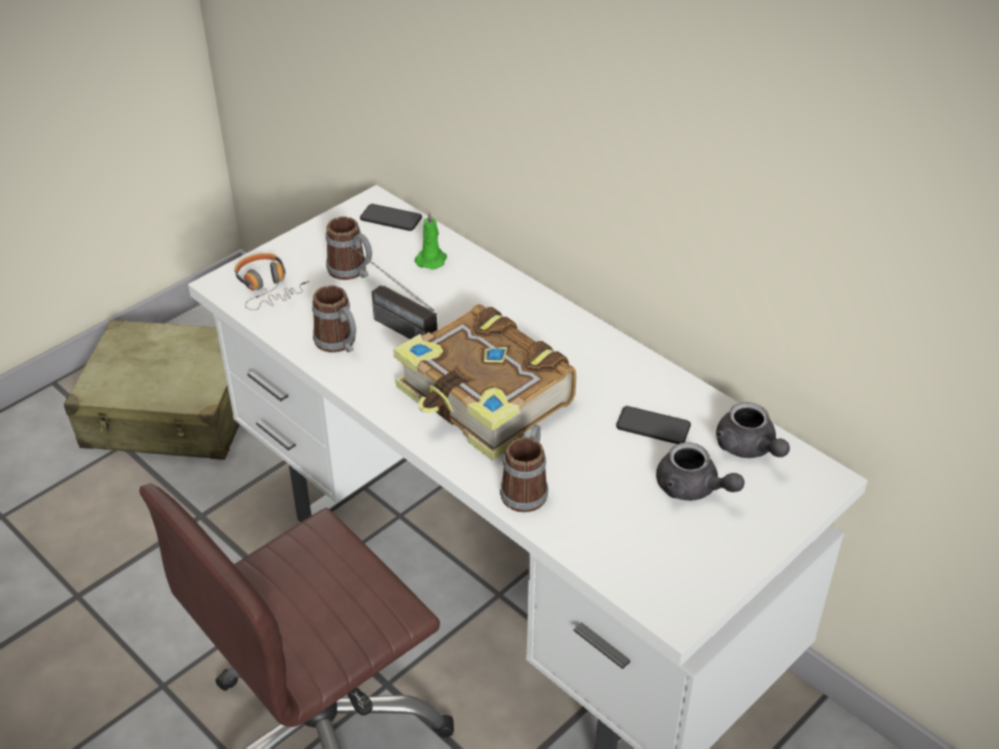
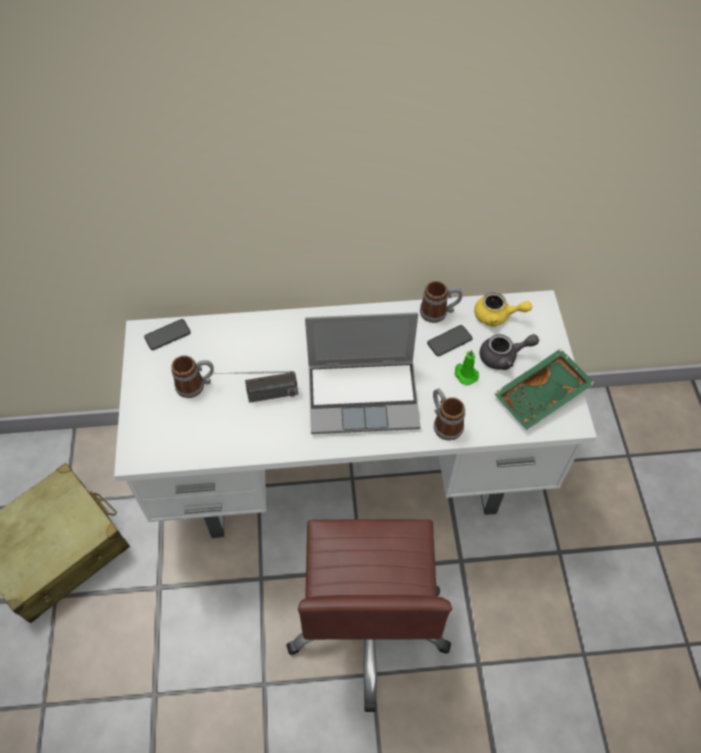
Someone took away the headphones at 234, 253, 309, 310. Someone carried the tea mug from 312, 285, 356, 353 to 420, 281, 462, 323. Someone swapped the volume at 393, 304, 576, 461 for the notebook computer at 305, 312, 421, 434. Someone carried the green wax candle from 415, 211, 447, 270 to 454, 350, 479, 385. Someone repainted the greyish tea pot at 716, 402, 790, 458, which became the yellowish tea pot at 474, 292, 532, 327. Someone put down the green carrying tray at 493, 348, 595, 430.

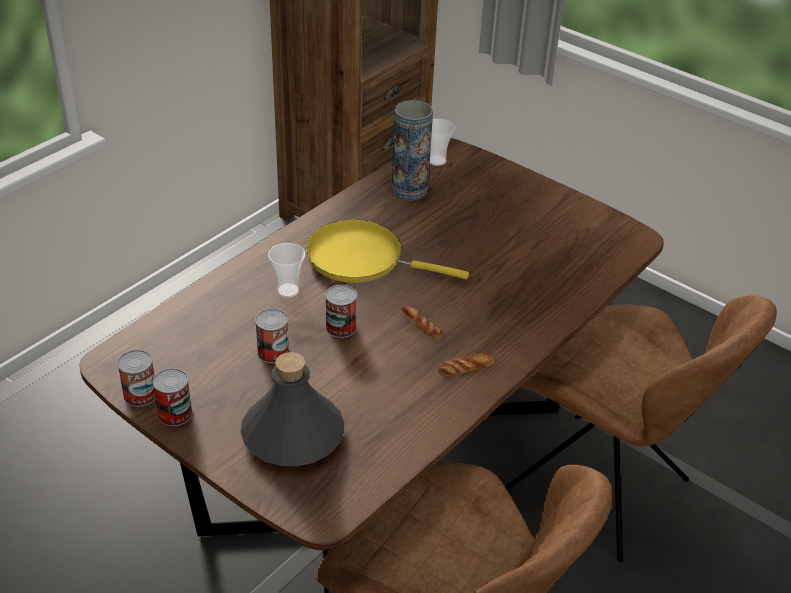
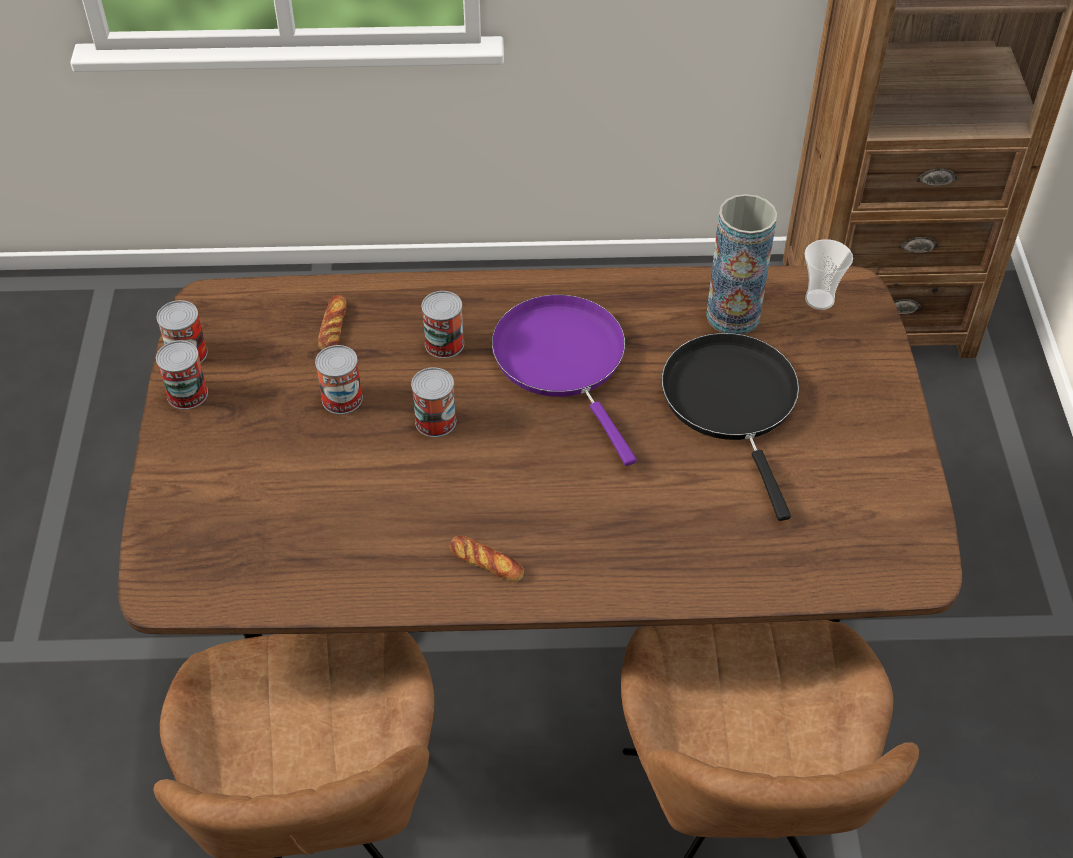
Someone took away the greyish beverage bottle at 241, 352, 344, 466. Someone swapped the cup at 268, 243, 305, 298 for the sealed can at 422, 291, 464, 358. Someone repainted the yellowish frying pan at 306, 219, 469, 283, which became the purplish frying pan at 492, 294, 637, 466. Someone carried the bread from 399, 306, 443, 339 to 318, 295, 346, 350. Someone put down the blackish frying pan at 662, 333, 799, 521.

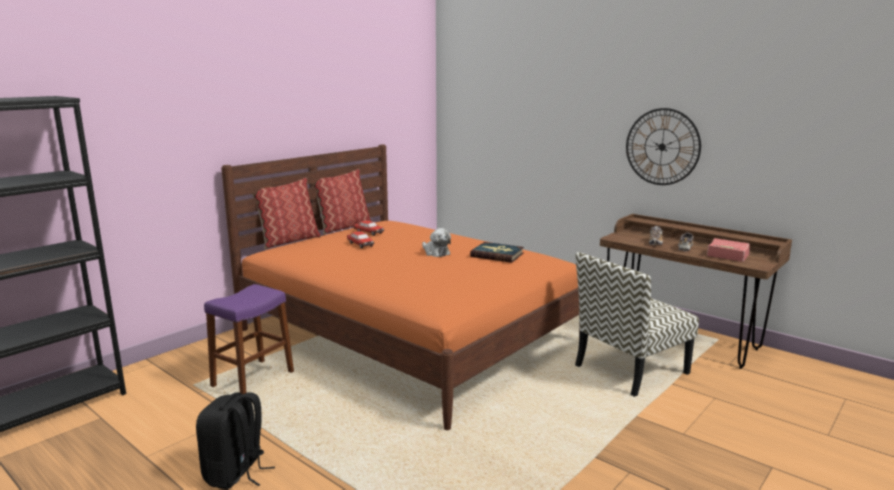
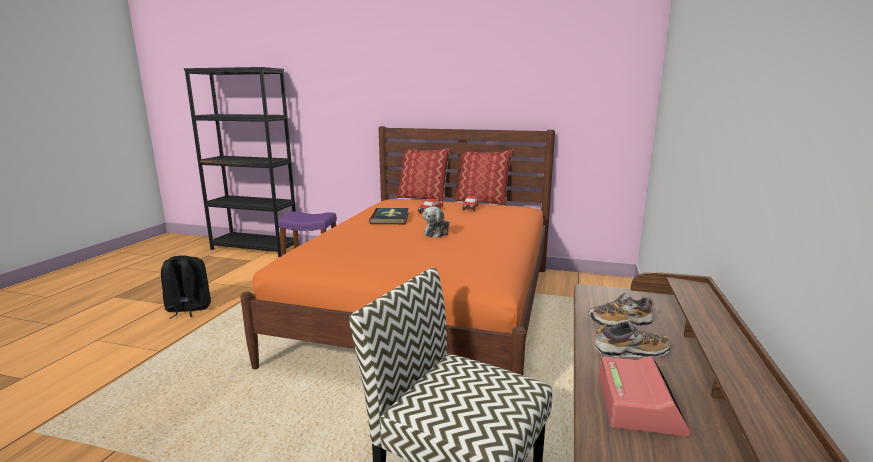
Someone carried the volume from 470, 242, 524, 263 to 369, 208, 409, 224. Someone took away the hanging clock at 626, 108, 701, 185.

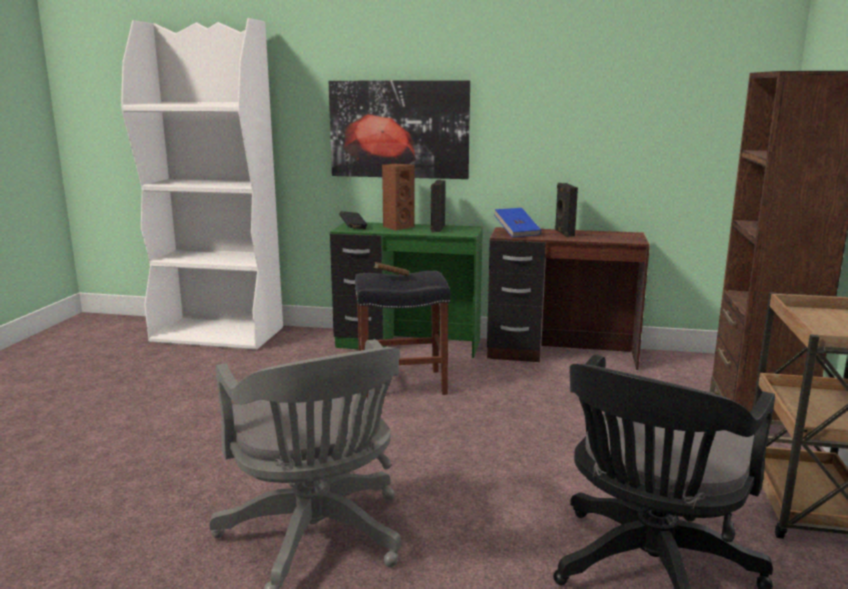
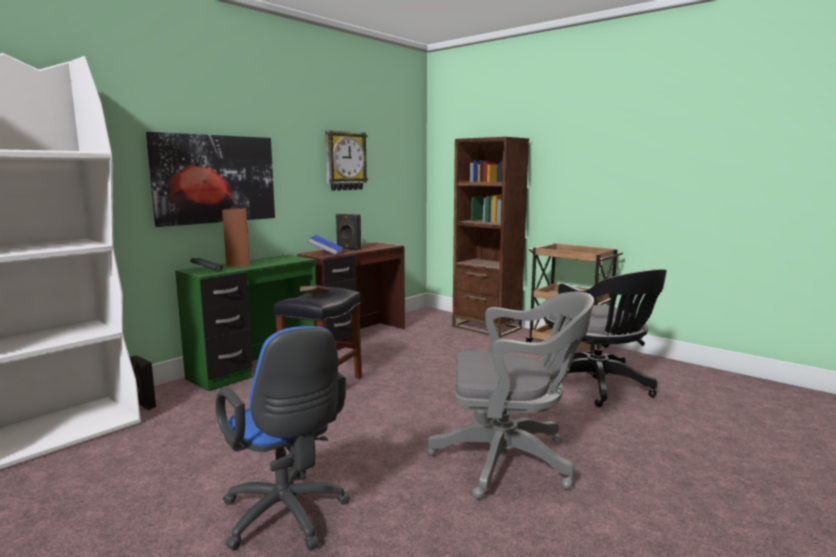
Someone carried the blackish loudspeaker from 431, 180, 445, 232 to 130, 355, 156, 410. Someone put down the blue-coloured office chair at 216, 326, 350, 551. Someone put up the hanging clock at 325, 130, 368, 191.

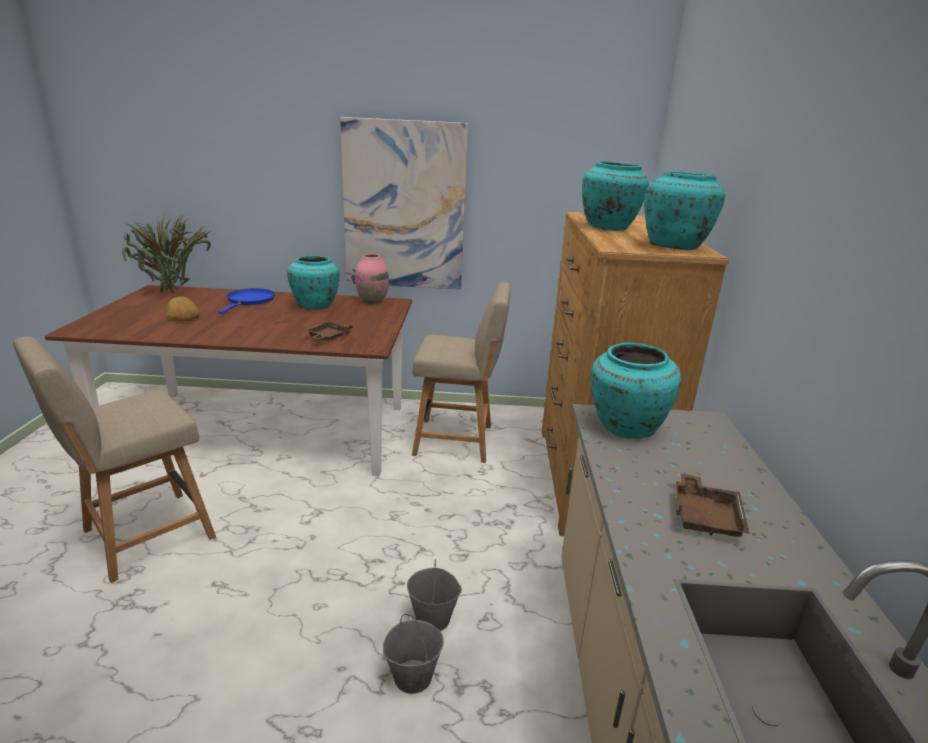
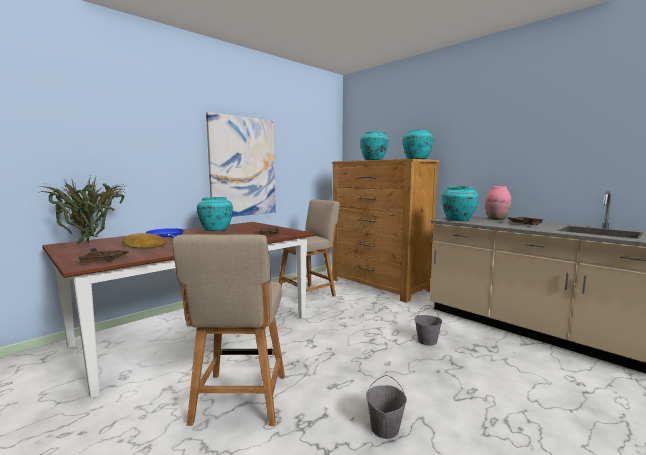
Someone carried the pinkish vase from 355, 254, 389, 304 to 485, 186, 511, 220. Someone carried the greyish pail from 383, 614, 444, 694 to 366, 375, 407, 439. Someone put down the brown-coloured carrying tray at 76, 248, 132, 263.

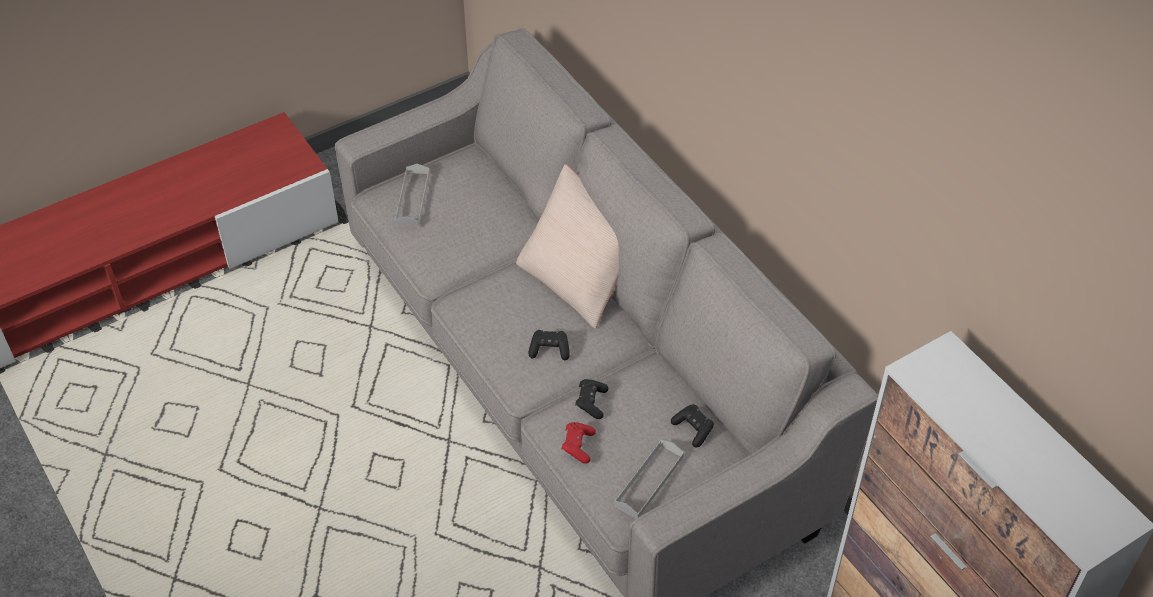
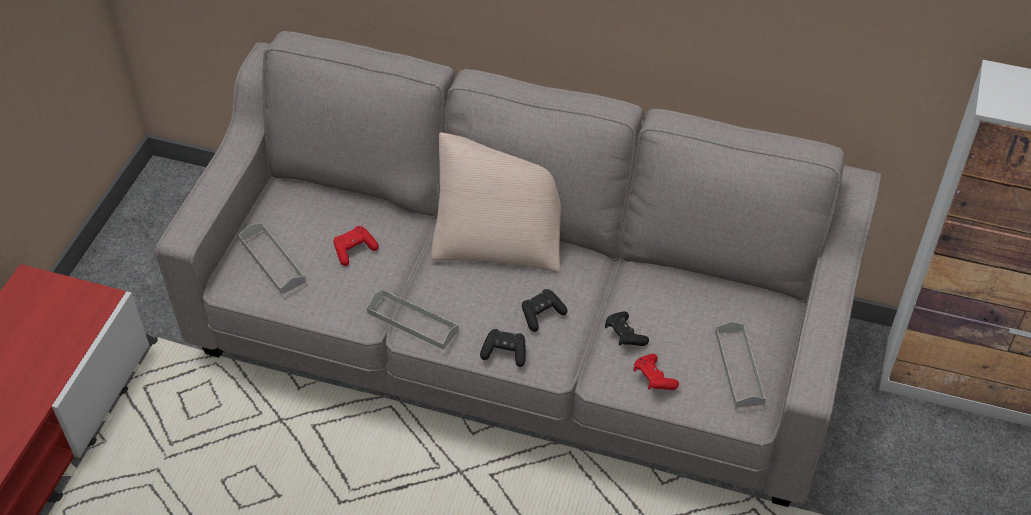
Someone carried the blackish gamepad from 671, 405, 714, 447 to 480, 329, 526, 367. Someone put down the red gamepad at 334, 226, 379, 266. Someone put down the greyish carrying tray at 367, 289, 459, 350.

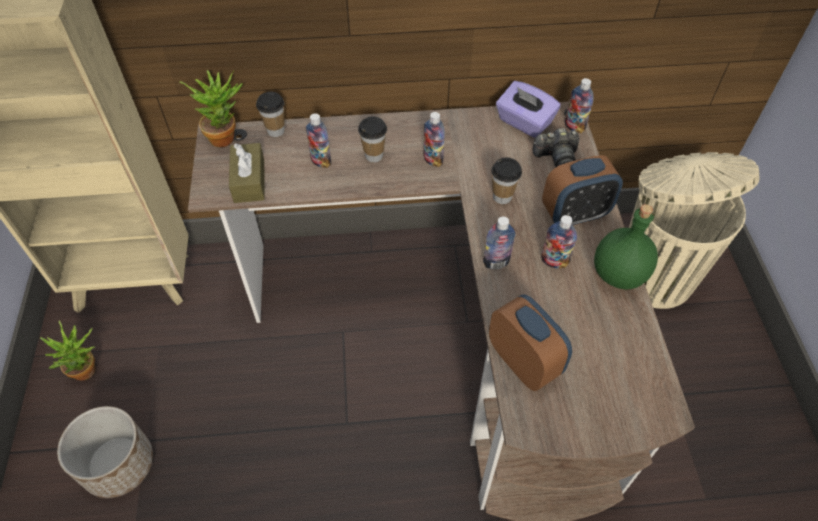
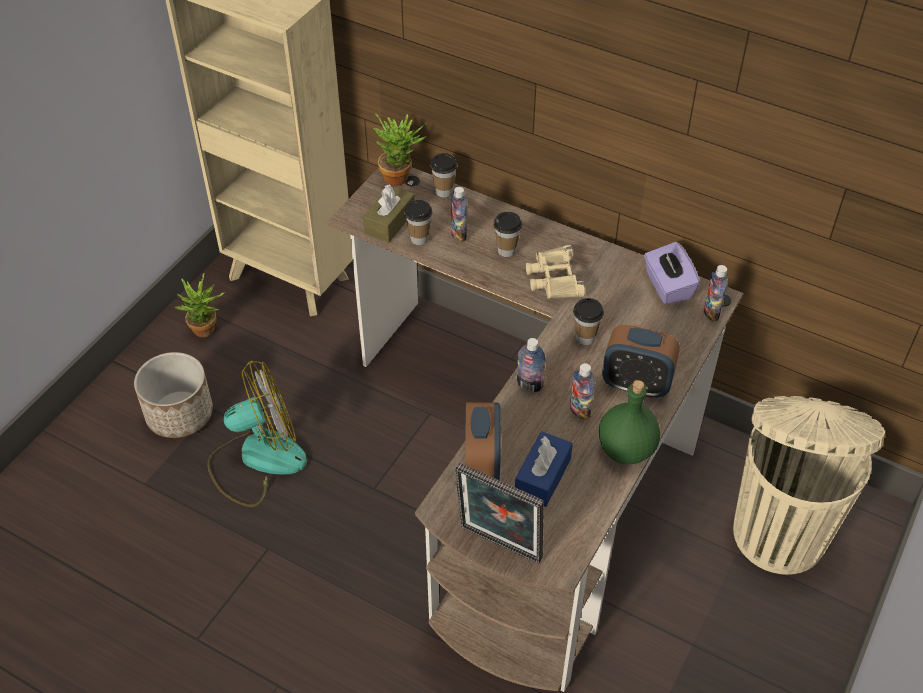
Someone swapped the beverage bottle at 424, 112, 445, 167 for the beige-coloured binoculars at 526, 245, 585, 299. Someone took away the still camera at 532, 128, 579, 167. Someone put down the electric fan at 207, 361, 307, 507. Someone put down the cup at 404, 200, 433, 245. Someone put down the standing frame at 455, 463, 544, 564. Someone put down the blue-coloured tissue box at 515, 431, 573, 507.

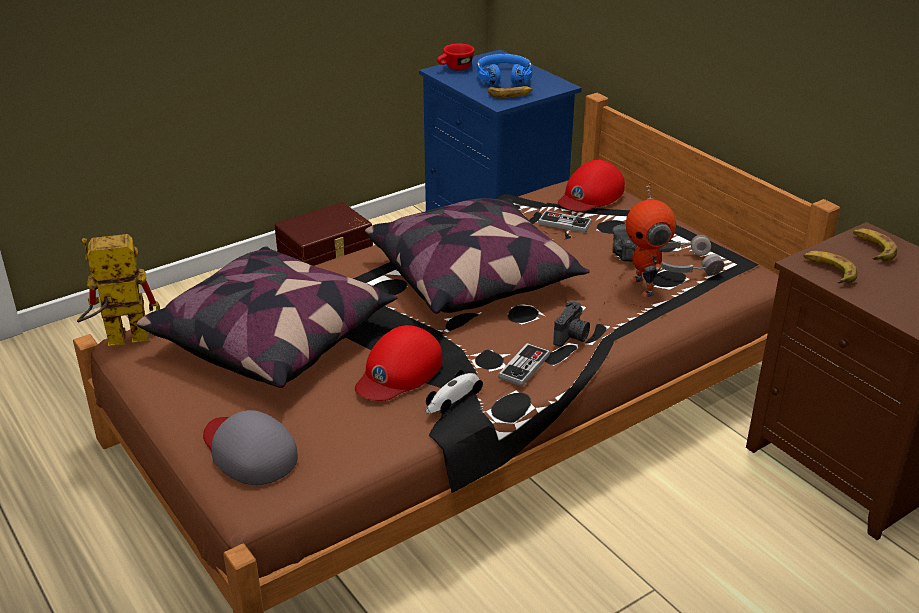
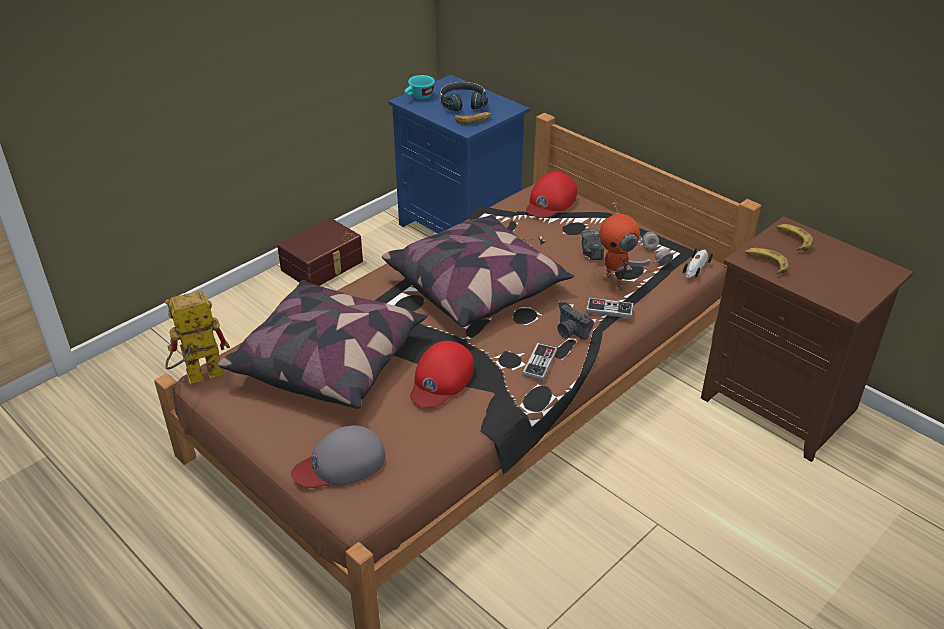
Someone rotated the greyish baseball cap at 203, 410, 298, 485 by 60 degrees counterclockwise. Someone carried the model car from 426, 370, 483, 414 to 683, 248, 713, 278. Someone repainted the red cup at 437, 44, 475, 71, which became the turquoise cup at 404, 75, 435, 99. Someone repainted the blue-coloured headphones at 477, 54, 532, 84, which became the blackish headphones at 440, 82, 488, 111. Someone carried the gamepad from 538, 211, 592, 233 to 586, 298, 633, 318. Someone rotated the still camera at 553, 301, 590, 347 by 120 degrees clockwise.

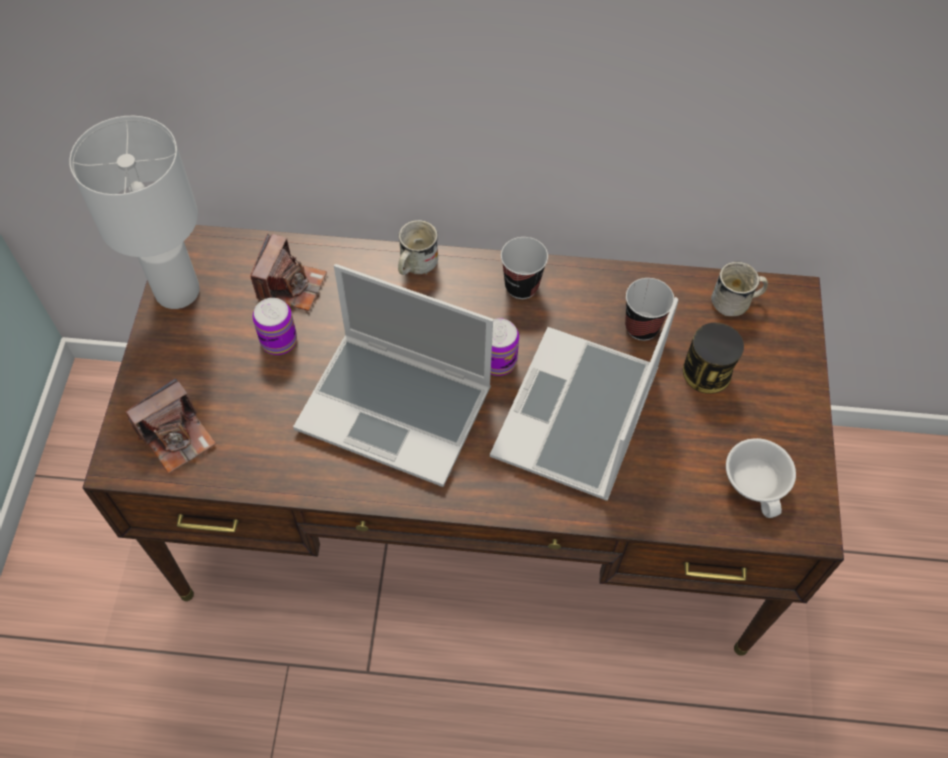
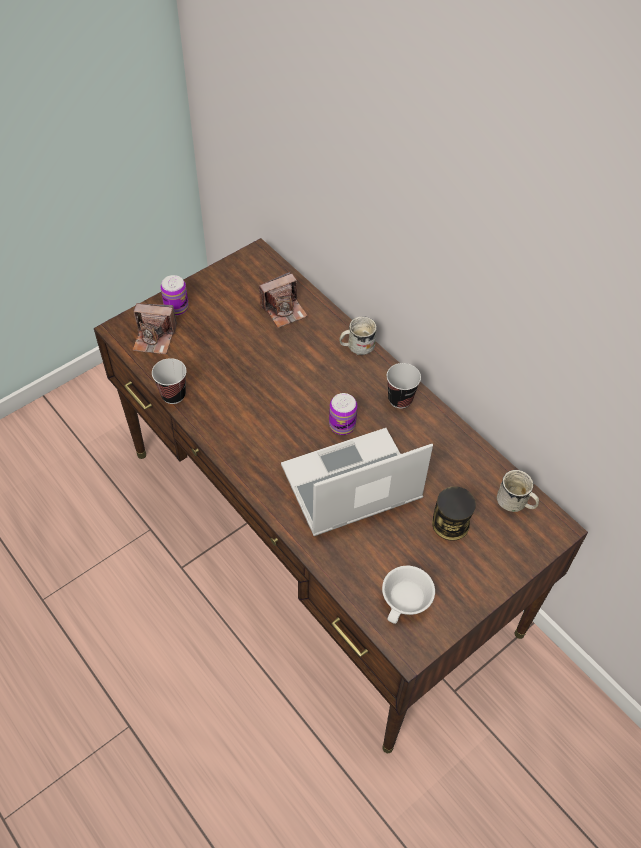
Someone took away the whitish lamp for a table at 69, 116, 200, 309. Someone carried the sealed can from 252, 298, 297, 355 to 160, 275, 189, 316. Someone took away the notebook computer at 293, 264, 493, 487. Someone carried the cup from 625, 278, 674, 341 to 152, 358, 186, 404.

